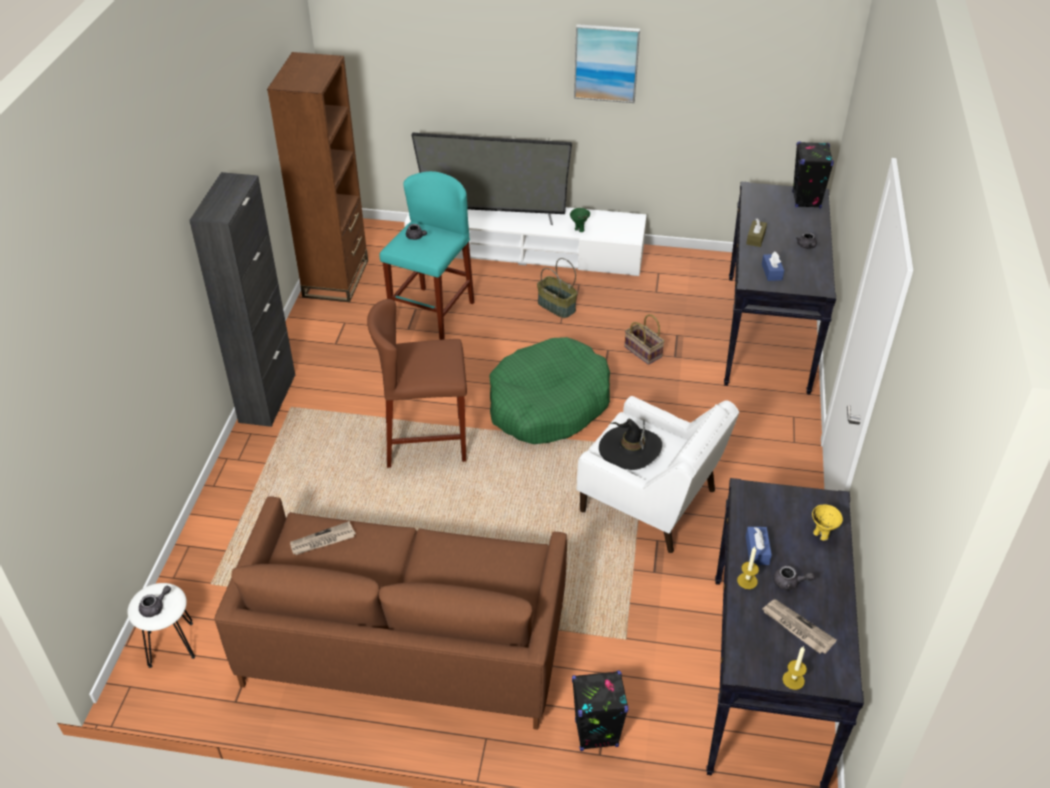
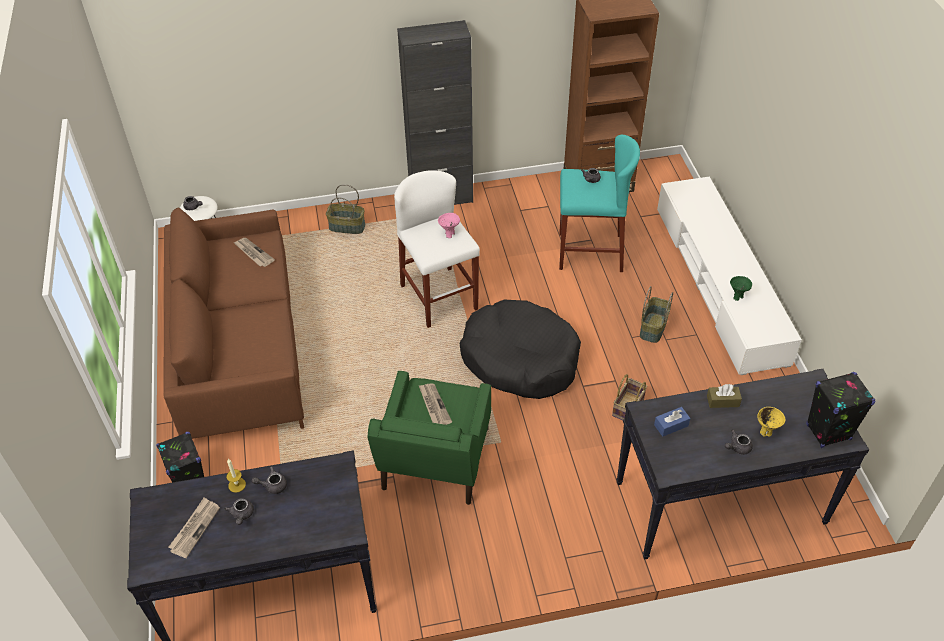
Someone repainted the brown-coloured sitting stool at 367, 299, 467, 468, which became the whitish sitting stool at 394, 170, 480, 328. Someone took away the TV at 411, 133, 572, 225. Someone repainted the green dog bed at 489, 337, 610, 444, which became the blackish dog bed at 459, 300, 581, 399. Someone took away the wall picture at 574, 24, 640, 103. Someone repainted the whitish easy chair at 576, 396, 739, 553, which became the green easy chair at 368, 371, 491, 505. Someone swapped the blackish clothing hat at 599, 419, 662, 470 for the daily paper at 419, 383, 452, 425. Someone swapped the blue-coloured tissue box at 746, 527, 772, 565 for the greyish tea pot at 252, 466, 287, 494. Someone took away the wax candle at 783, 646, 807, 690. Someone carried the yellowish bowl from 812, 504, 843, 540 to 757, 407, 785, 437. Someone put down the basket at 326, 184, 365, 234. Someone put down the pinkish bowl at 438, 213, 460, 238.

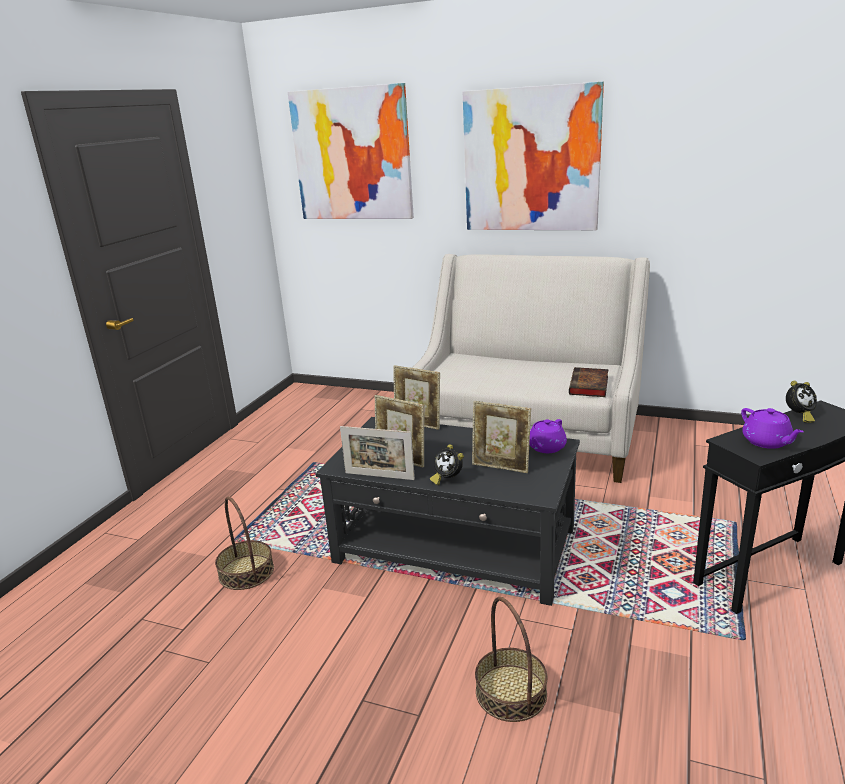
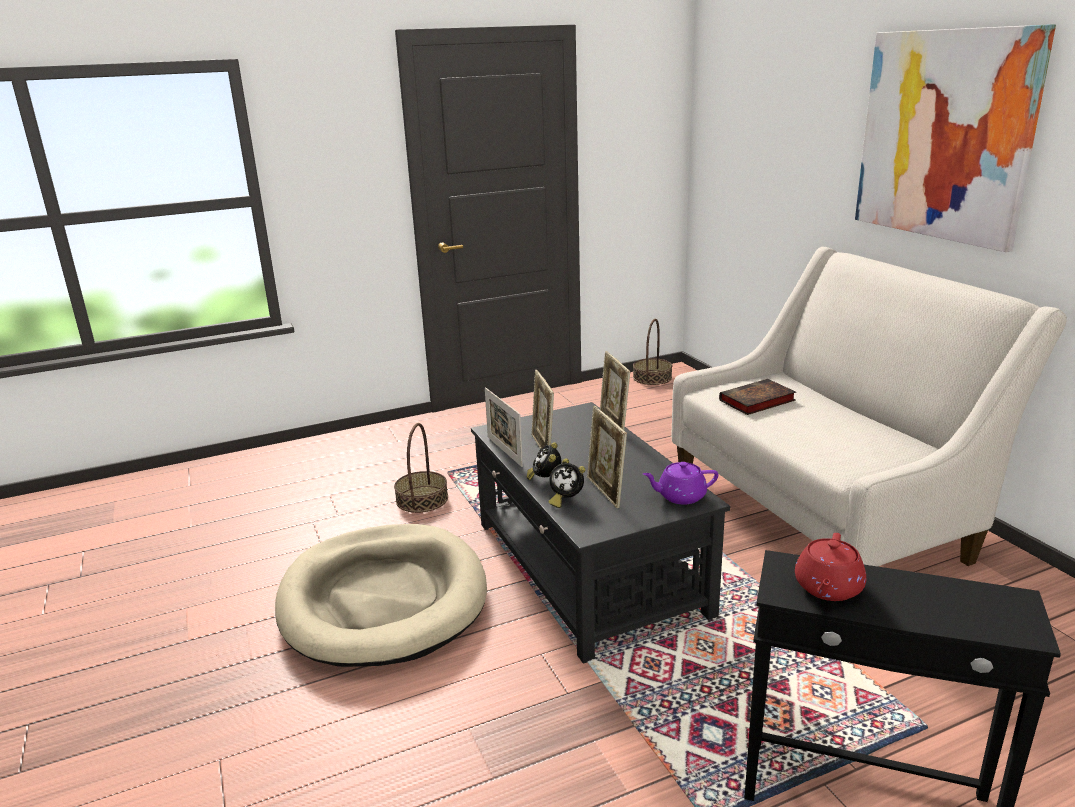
Someone took away the wall picture at 288, 83, 414, 219. Someone carried the basket from 475, 597, 547, 722 to 633, 319, 672, 385. Someone carried the volume from 569, 367, 609, 397 to 719, 379, 796, 415. Someone repainted the purplish tea pot at 741, 408, 804, 449, which became the red tea pot at 795, 533, 866, 601. Someone carried the bedside clock from 786, 381, 817, 423 to 548, 458, 585, 508. Someone put down the beige-coloured dog bed at 275, 524, 487, 667.

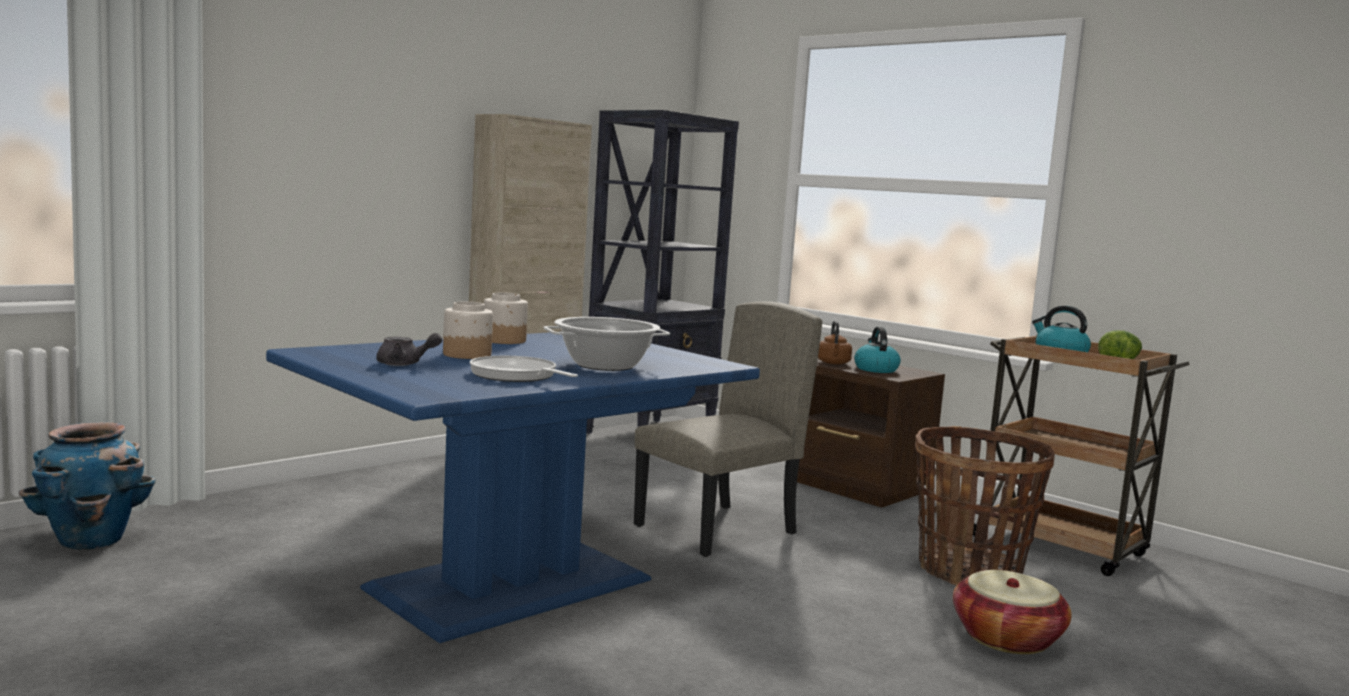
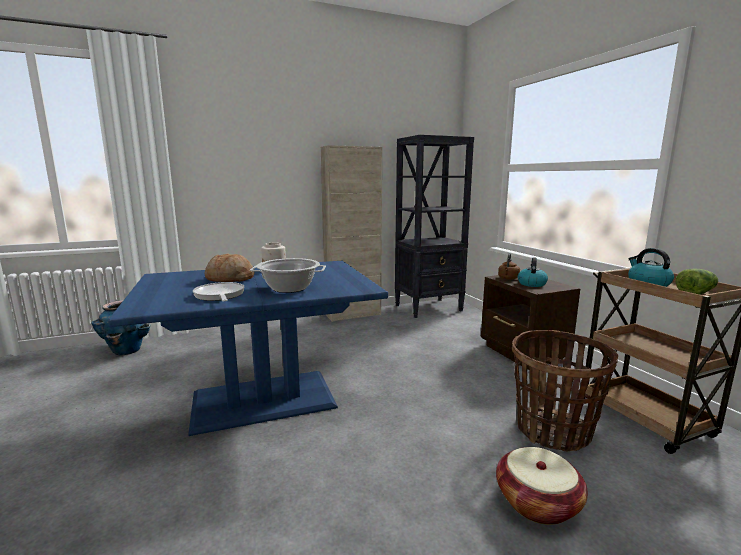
Someone took away the greyish tea pot at 376, 333, 442, 366. Someone swapped the preserve jar at 443, 302, 493, 359 for the bread at 204, 253, 255, 282. Someone took away the beige-coloured plain chair at 634, 301, 822, 557.

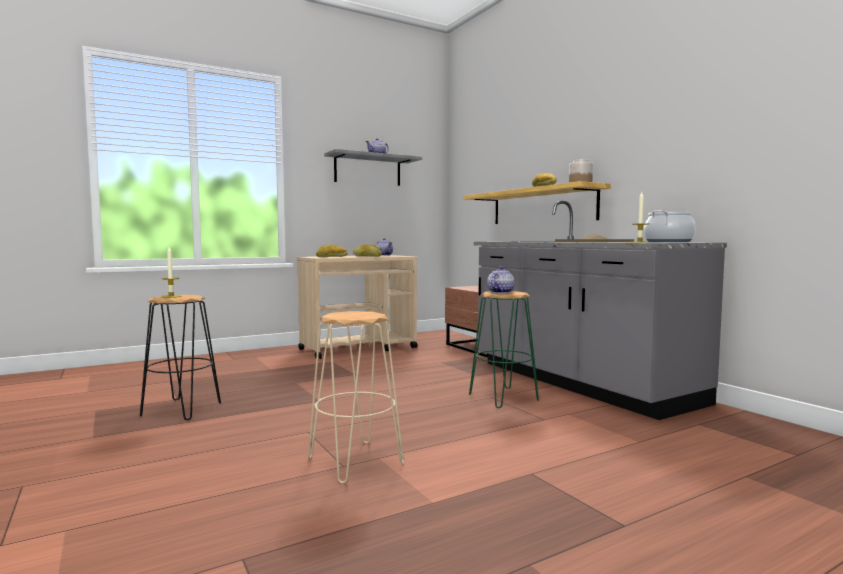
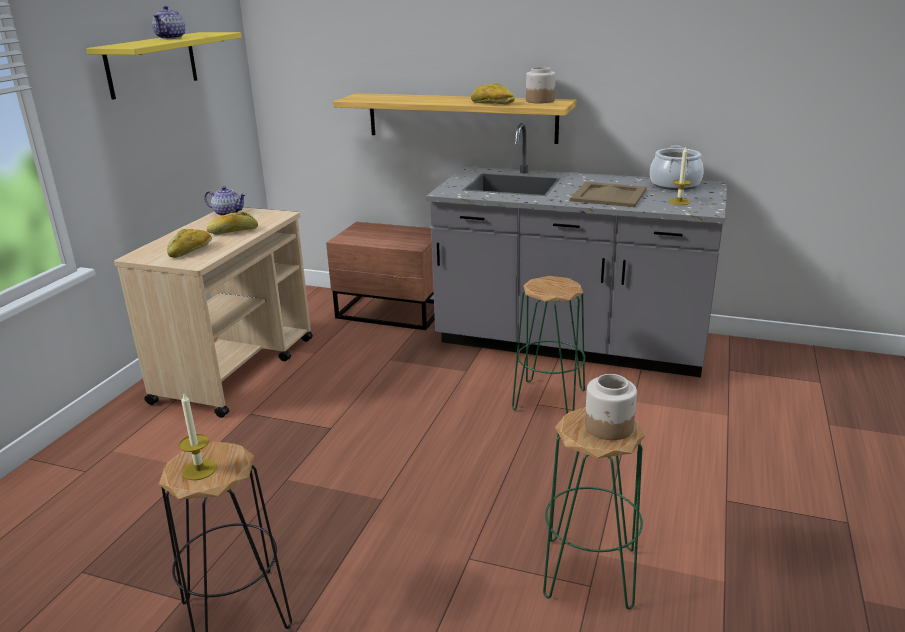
Someone repainted the beige-coloured sitting stool at 308, 311, 404, 484, which became the green sitting stool at 543, 407, 645, 610. Someone repainted the greyish bracket shelf at 324, 149, 422, 186, which became the yellowish bracket shelf at 86, 32, 242, 100. Someone took away the tea pot at 487, 266, 514, 293. Someone put down the preserve jar at 585, 374, 637, 440.

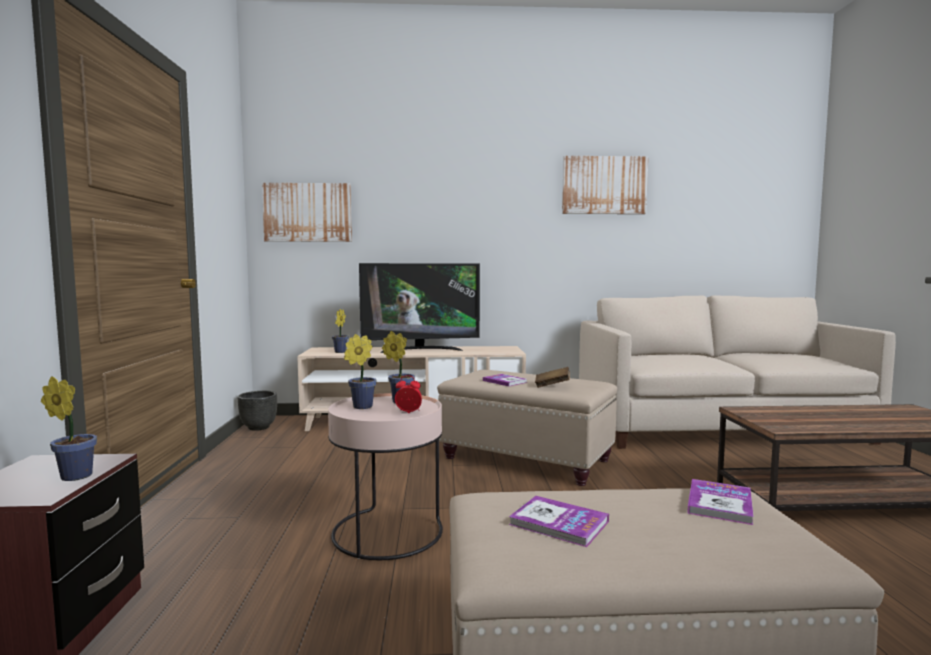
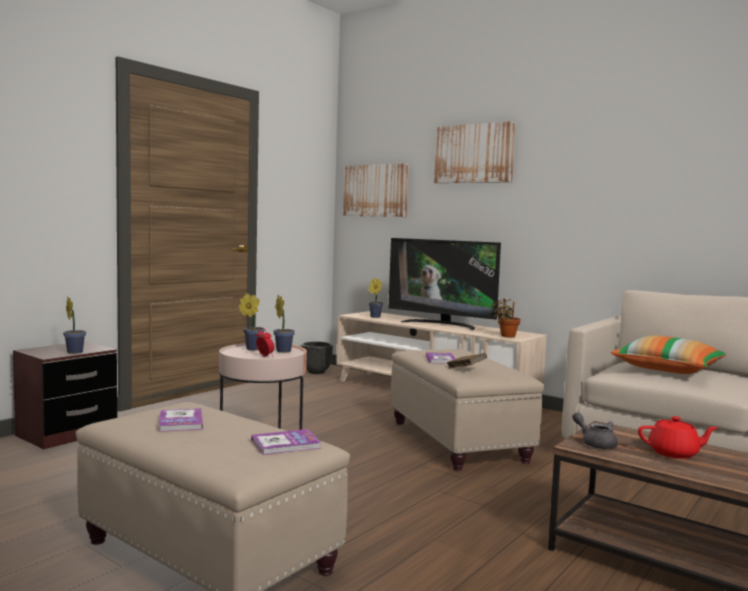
Someone carried the wall picture from 562, 156, 648, 214 to 434, 121, 515, 183. Someone put down the houseplant at 492, 298, 520, 338. Someone put down the greyish tea pot at 572, 412, 618, 449. Someone put down the pillow at 611, 335, 726, 374. Someone put down the red tea pot at 638, 416, 718, 459.

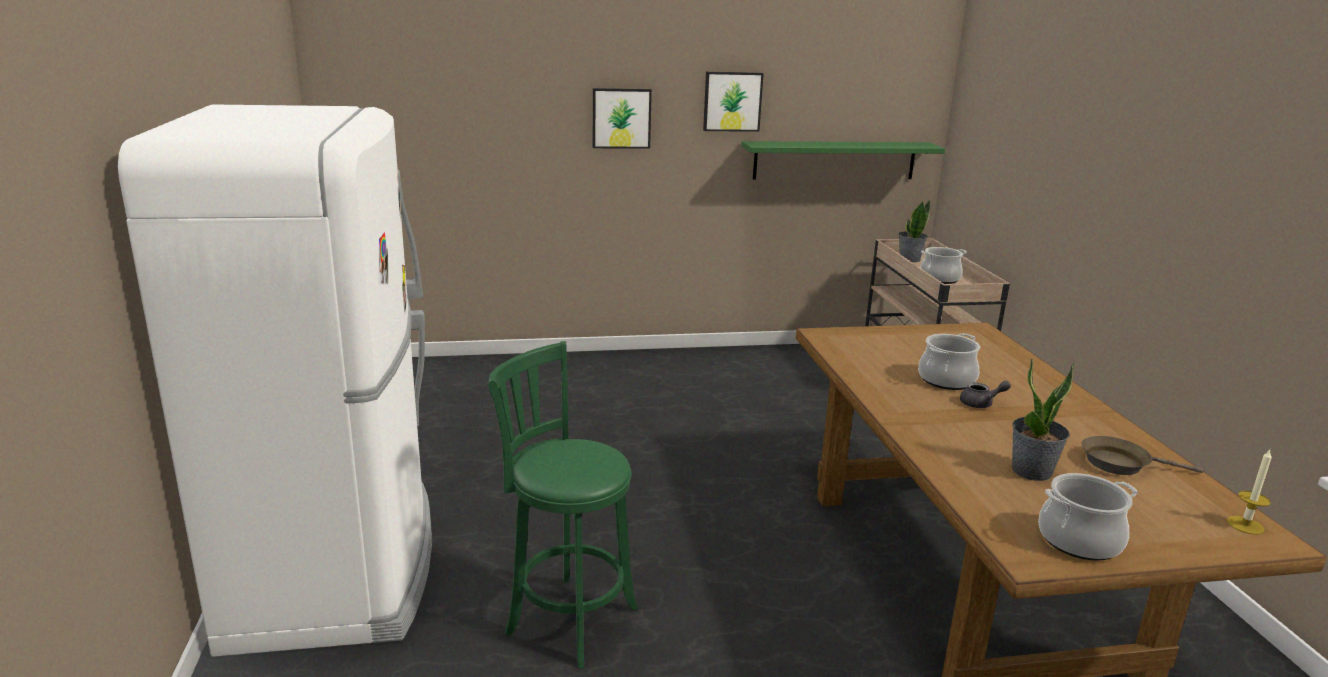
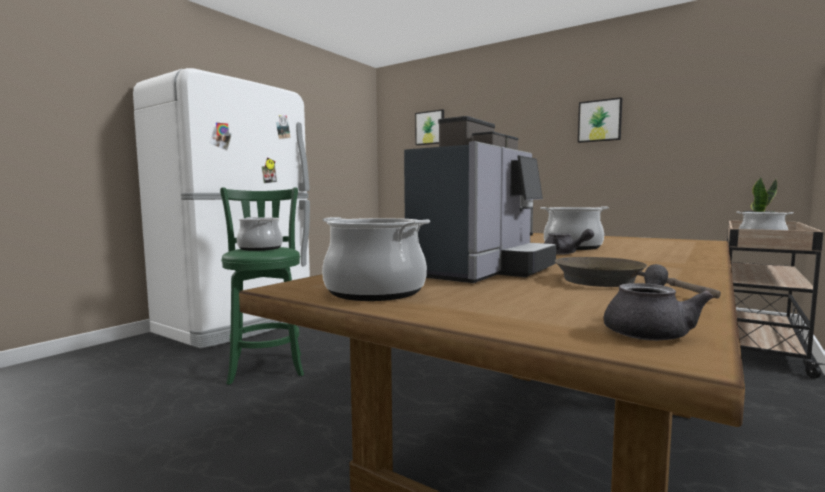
Someone carried the wall picture from 593, 88, 652, 149 to 415, 109, 444, 145. Someone took away the green bracket shelf at 741, 141, 945, 179. Someone swapped the houseplant at 1012, 358, 1074, 481 for the coffee maker at 404, 116, 556, 283. Someone swapped the wax candle at 1227, 450, 1272, 535 for the greyish tea pot at 604, 264, 714, 341. Someone put down the stockpot at 237, 217, 283, 251.

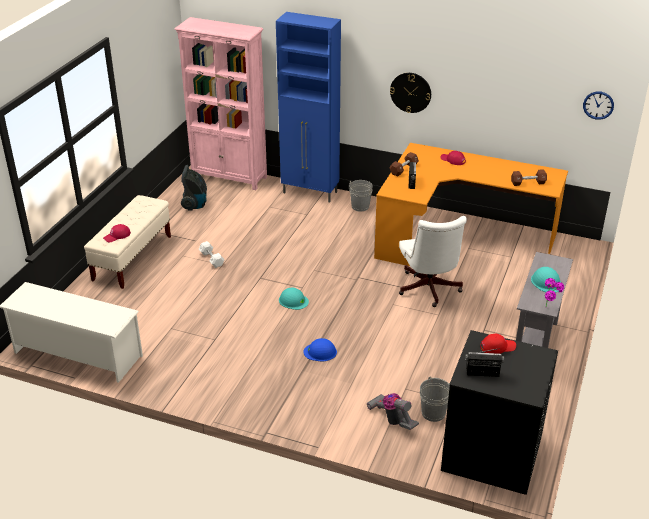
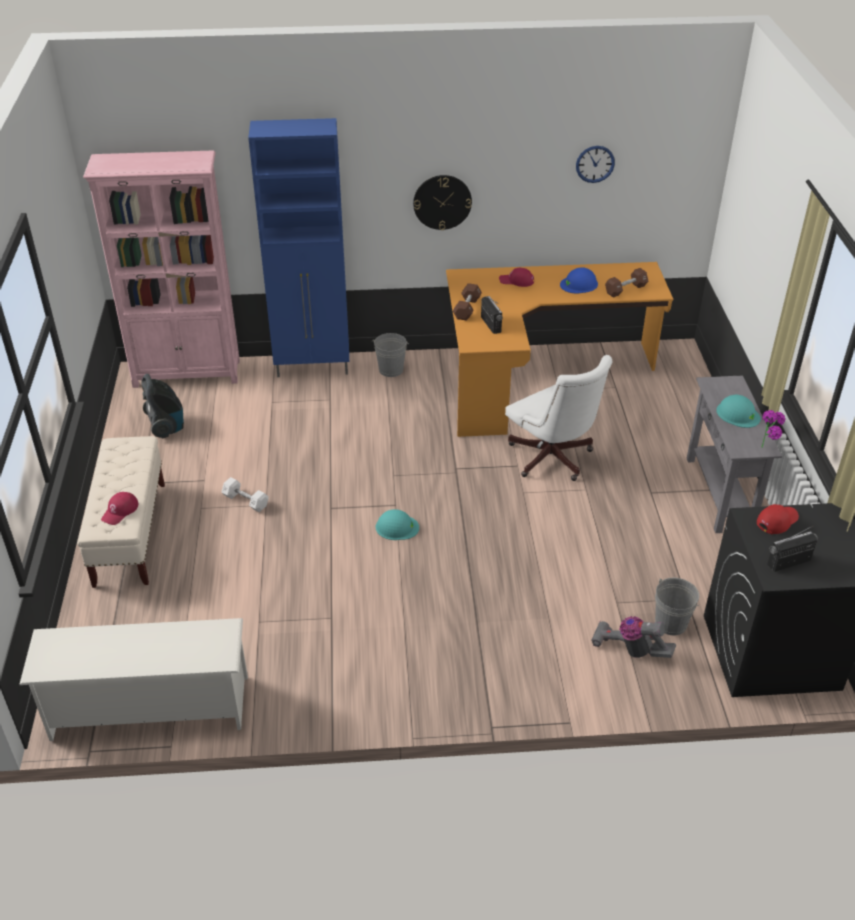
Someone carried the blue-coloured work helmet from 303, 338, 337, 361 to 560, 267, 598, 293. Someone carried the hanging clock from 583, 92, 614, 120 to 576, 146, 615, 183.

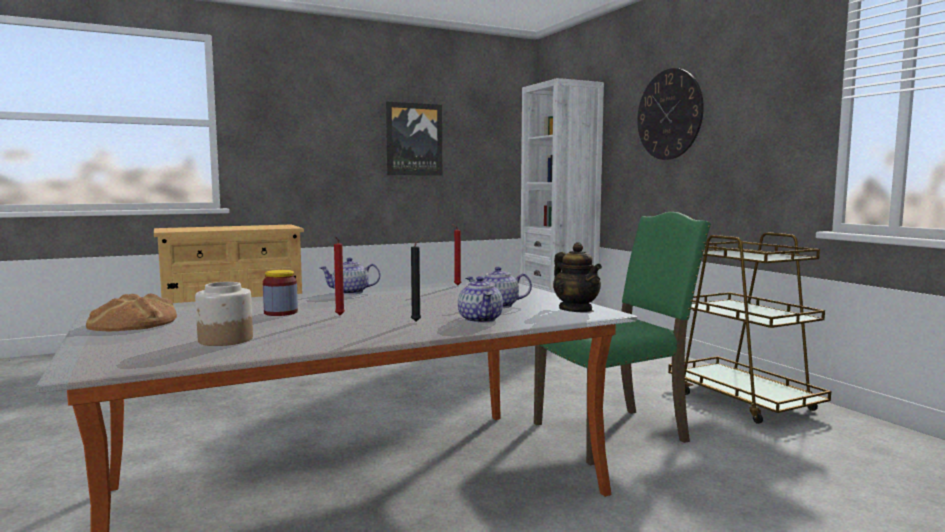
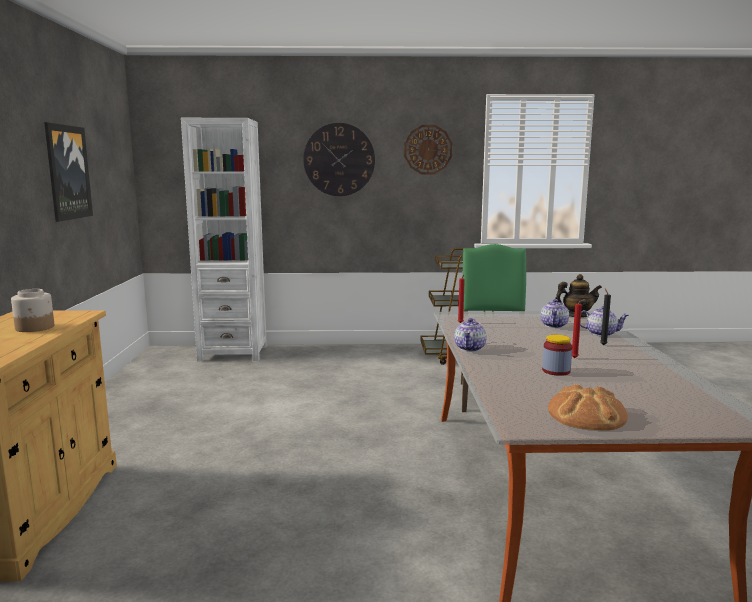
Someone carried the preserve jar from 195, 282, 253, 346 to 11, 289, 54, 332. Someone put up the hanging clock at 404, 125, 452, 174.

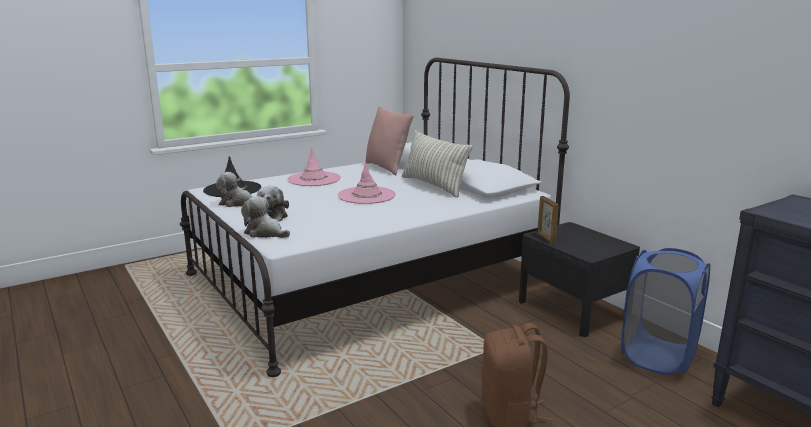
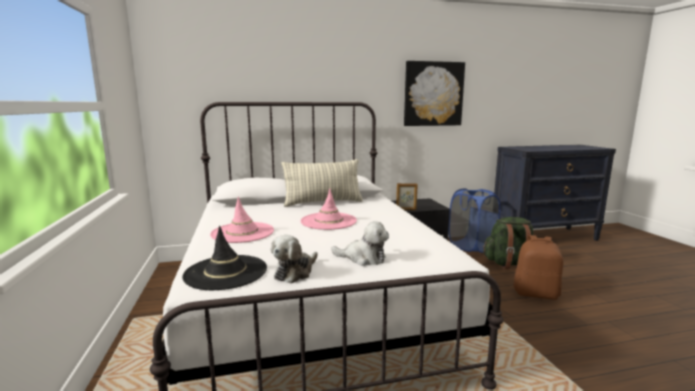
Someone took away the plush toy at 241, 196, 290, 238. Someone took away the pinkish pillow at 365, 106, 414, 175. Someone put up the wall picture at 404, 61, 465, 126. Someone put down the green knapsack at 483, 217, 533, 269.

